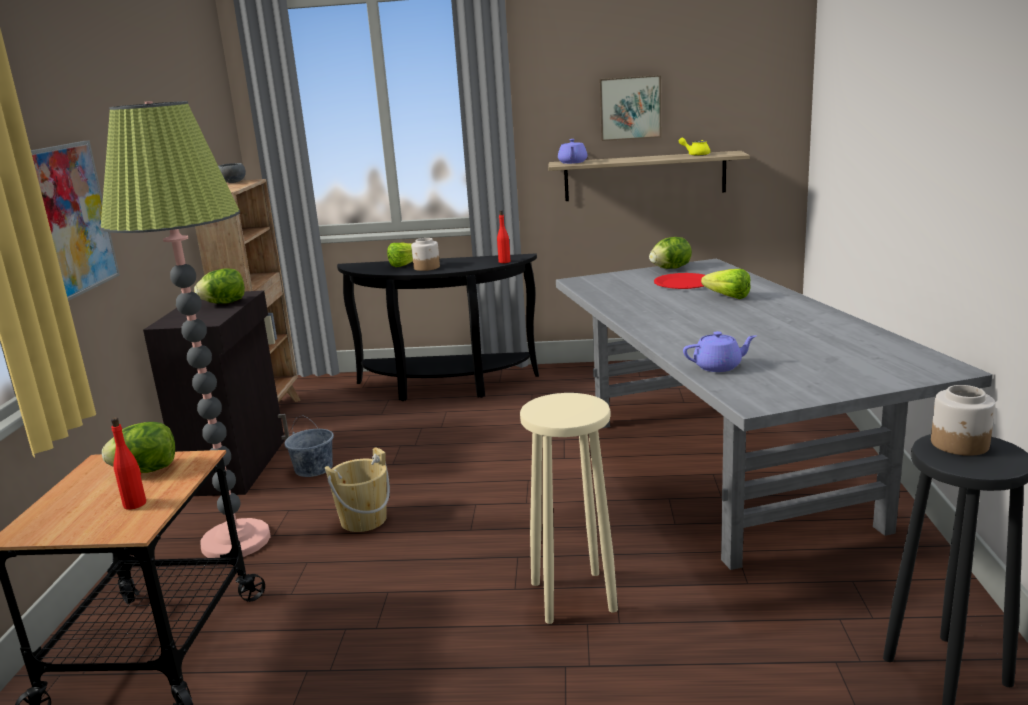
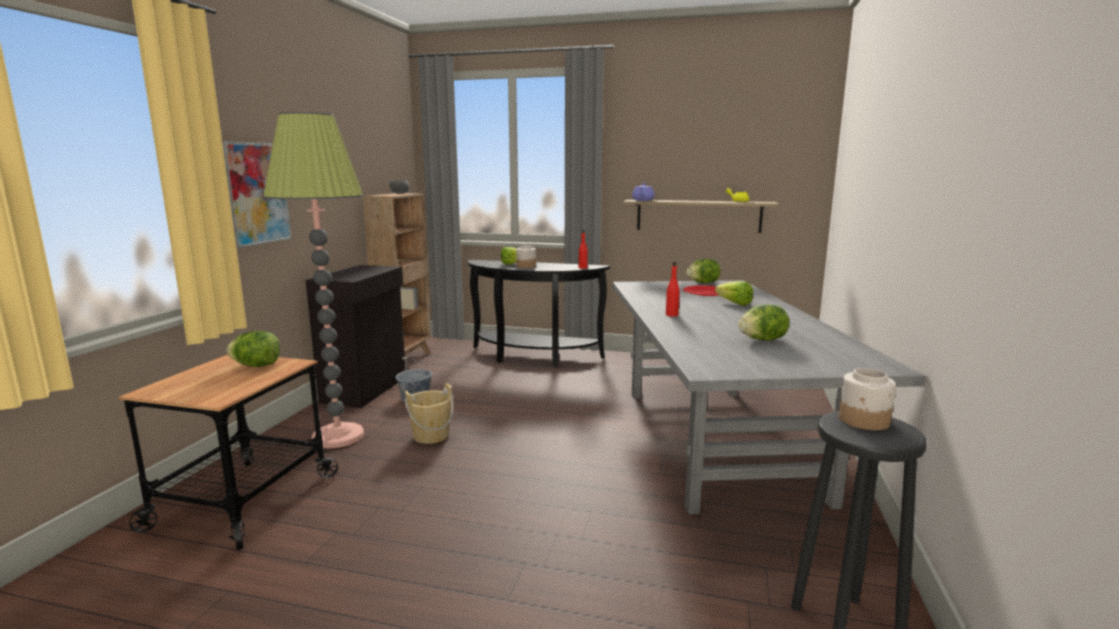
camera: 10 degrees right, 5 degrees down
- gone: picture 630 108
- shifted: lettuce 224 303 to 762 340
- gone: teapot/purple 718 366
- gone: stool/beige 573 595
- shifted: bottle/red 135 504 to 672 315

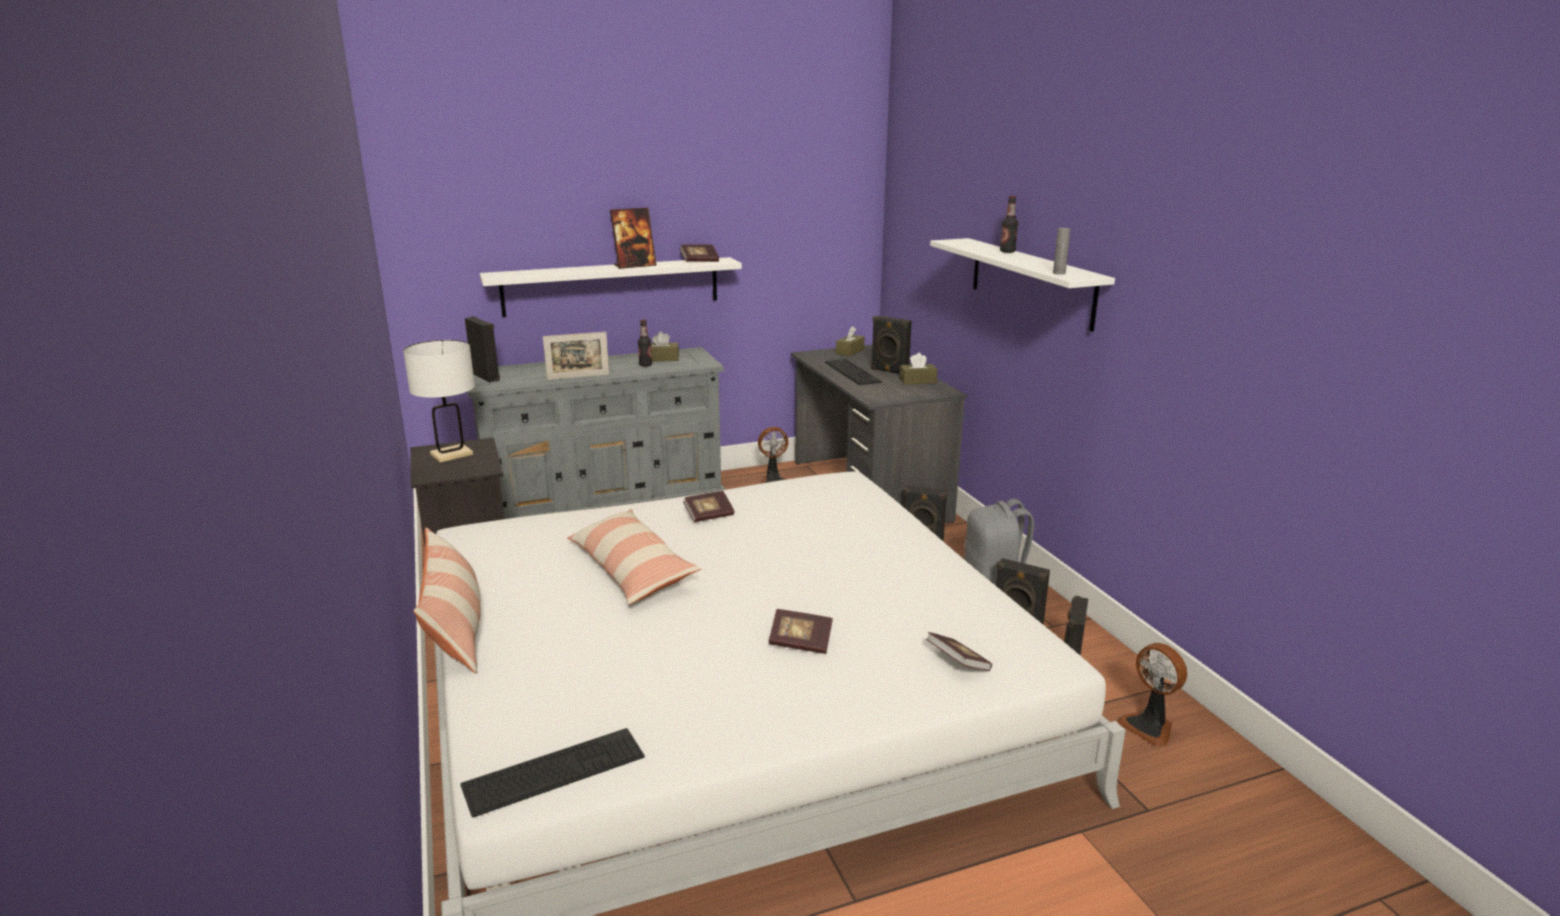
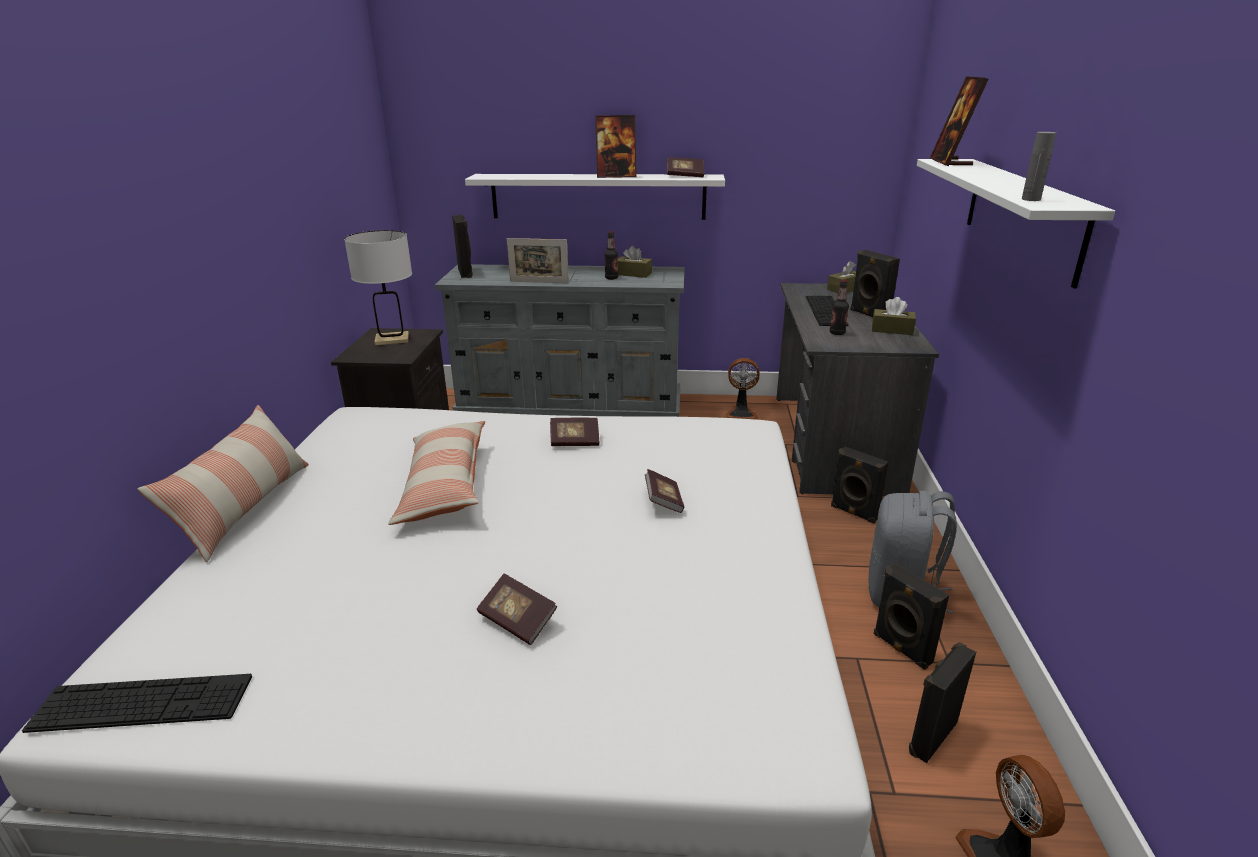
camera: 25 degrees right, 5 degrees up
- shifted: bottle 1007 251 to 837 333
- shifted: book 957 663 to 663 501
- new: picture frame 950 162

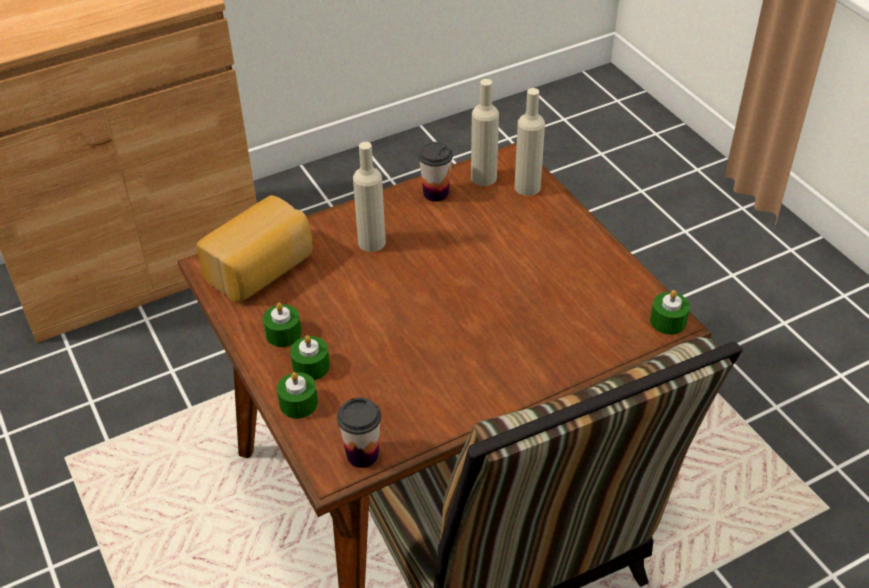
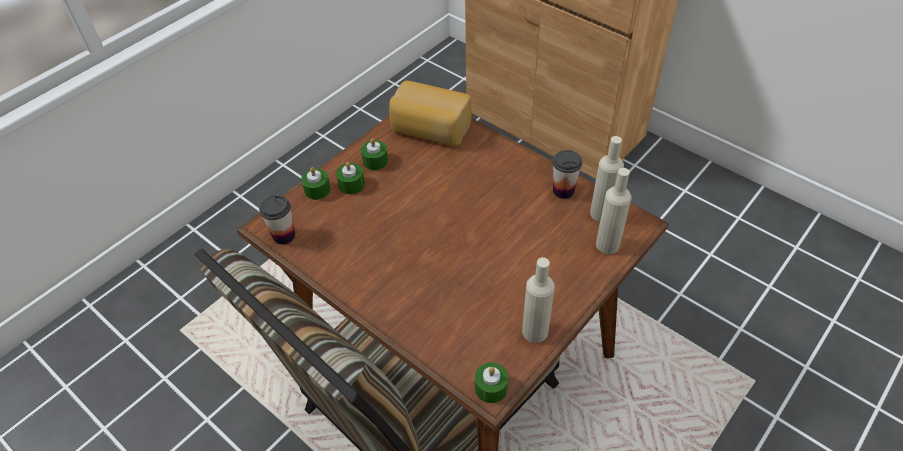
camera: 70 degrees right, 5 degrees up
- shifted: bottle/beige 371 242 to 535 331

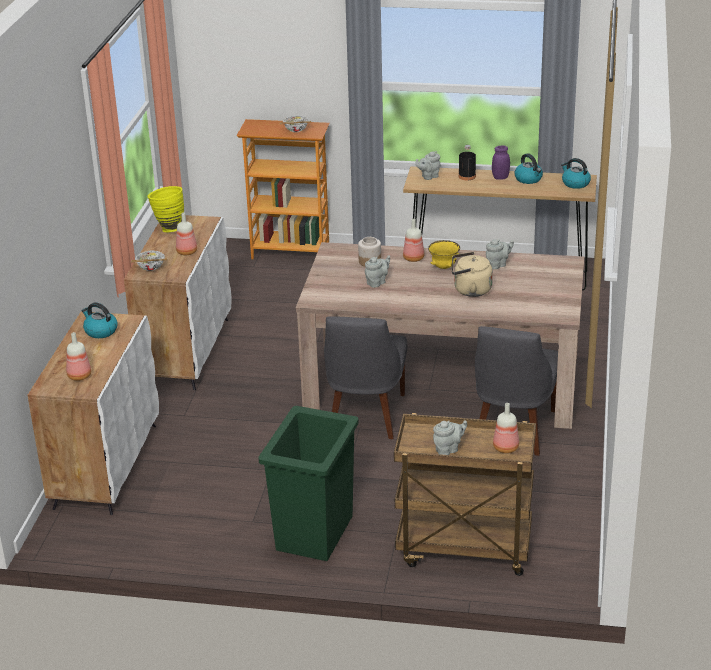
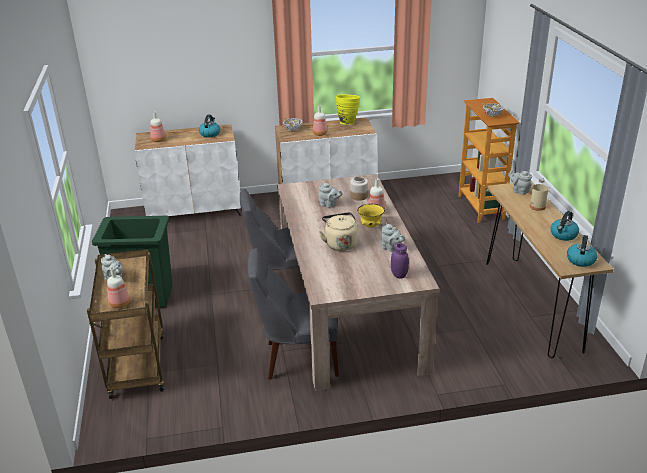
camera: 70 degrees right, 0 degrees up
- repainted: bottle/black 467 176 to bottle/beige 537 206
- shifted: jar/purple 500 177 to 399 275

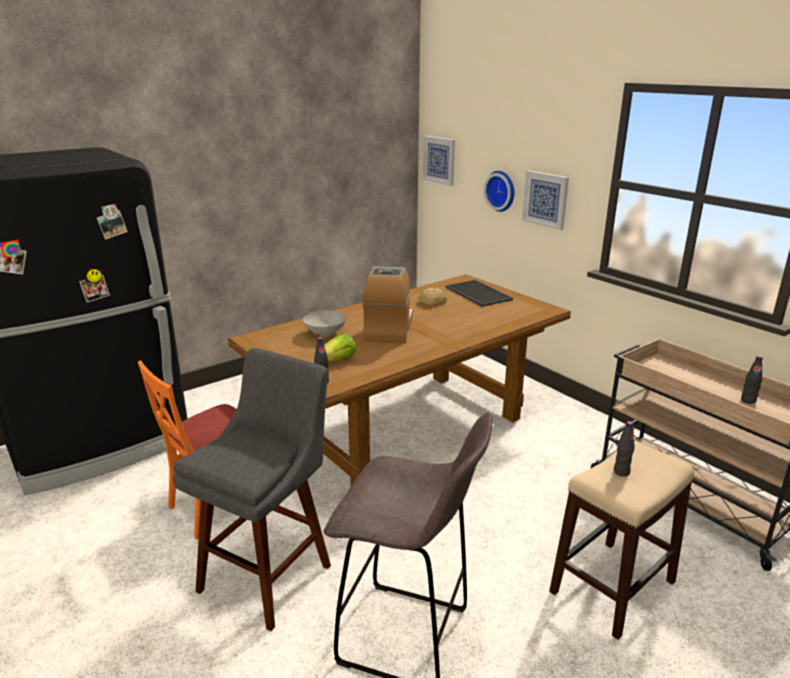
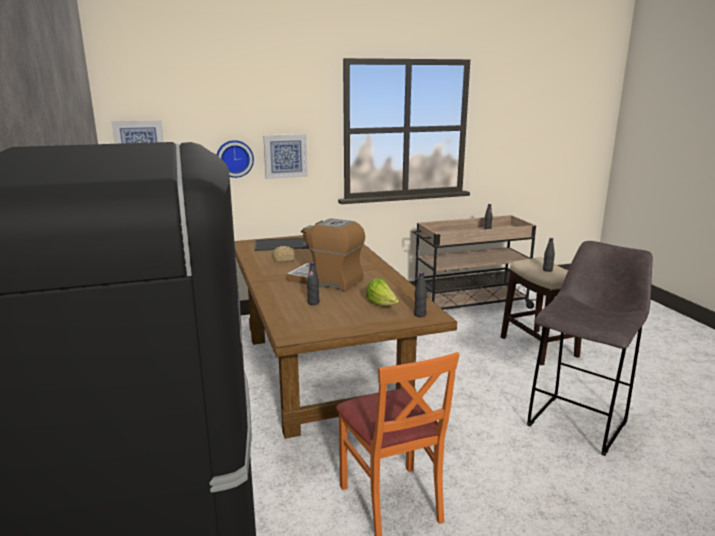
camera: 70 degrees left, 5 degrees down
- swapped: bowl/grey 325 333 to bottle/black 313 303
- gone: stool/grey 269 573

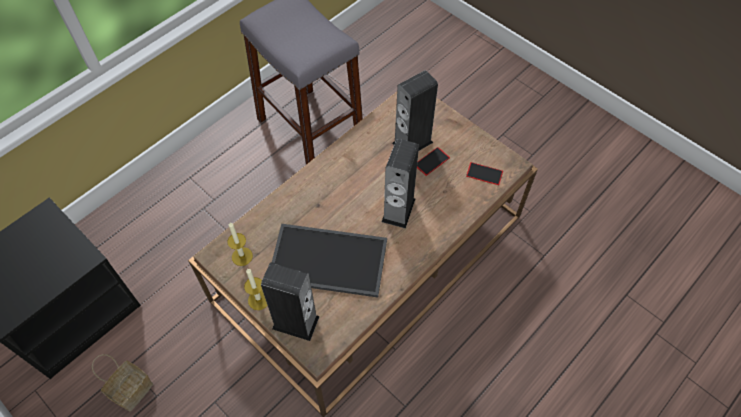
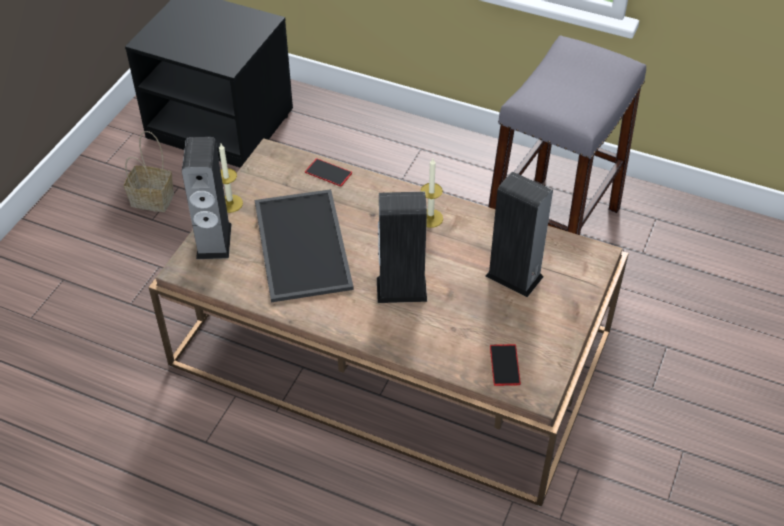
camera: 70 degrees right, 10 degrees down
- shifted: phone 431 161 to 328 172
- shifted: candle 242 256 to 430 218

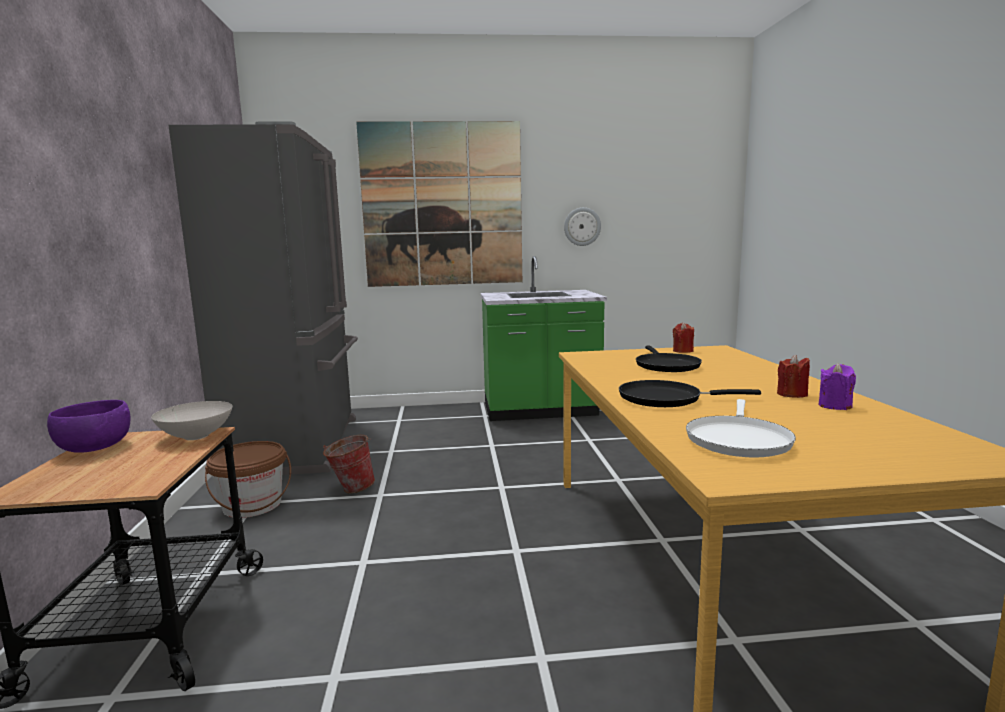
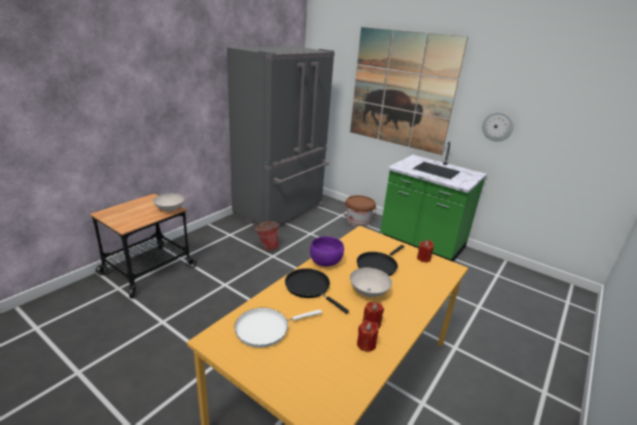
camera: 40 degrees right, 15 degrees up
- repainted: candle/purple 835 406 to candle/red 366 344
- shifted: bowl/purple 94 448 to 325 262
- shifted: bucket/brown 252 505 to 358 222
- new: bowl/white 369 292

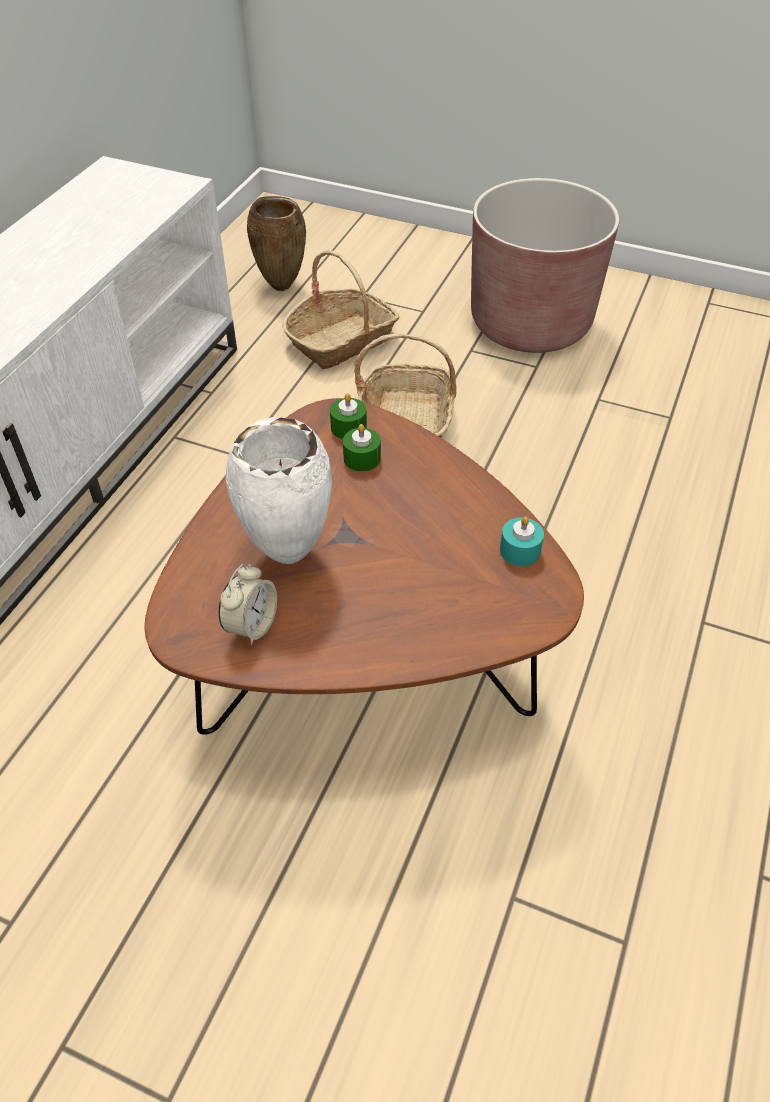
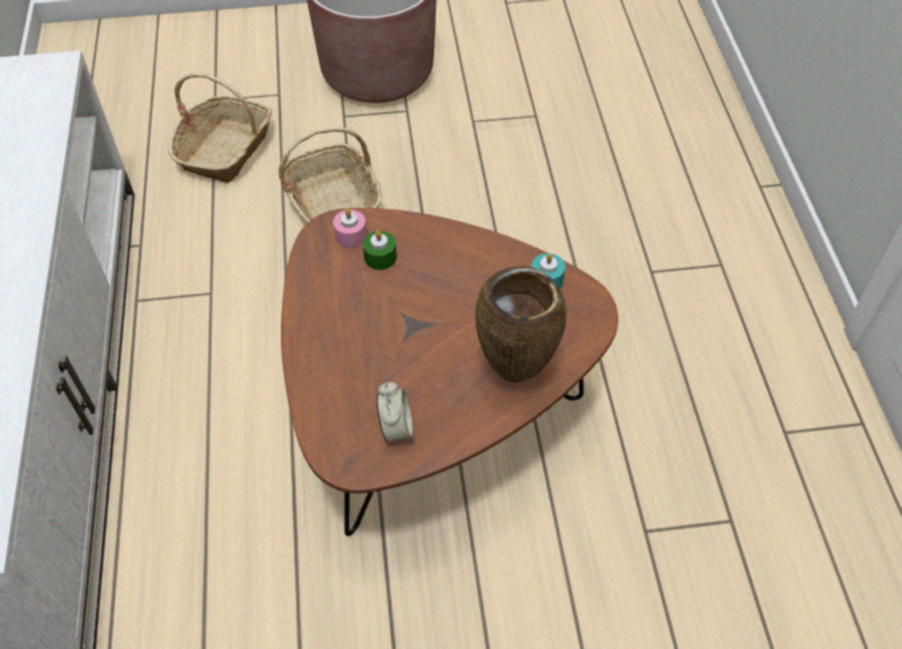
camera: 30 degrees left, 5 degrees up
- shifted: vase/brown 283 287 to 516 371
- repainted: candle/green 348 427 to candle/pink 351 235
- gone: vase/white 286 556

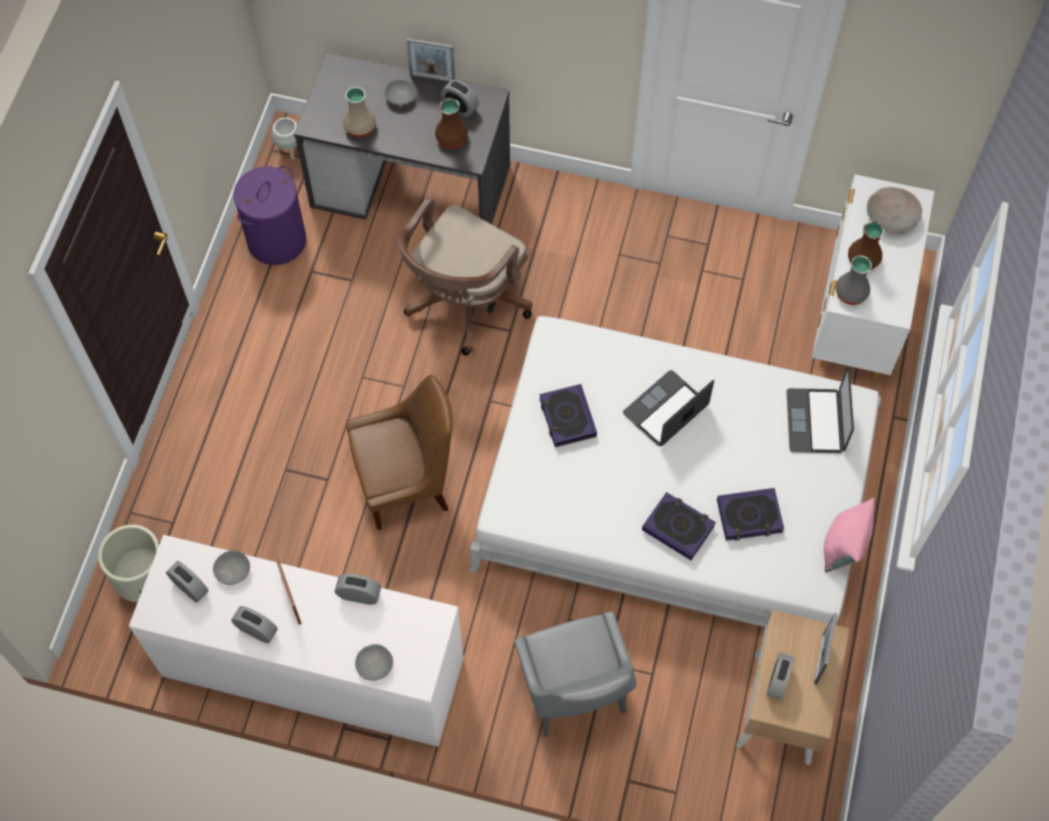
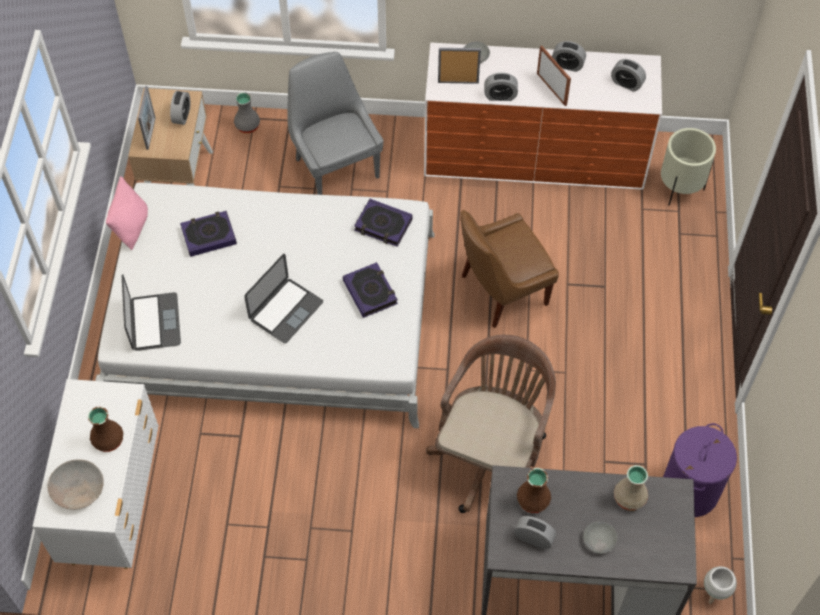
camera: 170 degrees right, 5 degrees down
- shifted: picture frame 432 78 to 458 82
- shifted: vase/grey 851 294 to 247 125
- shifted: book 678 528 to 383 225
- gone: bowl/grey 232 571

